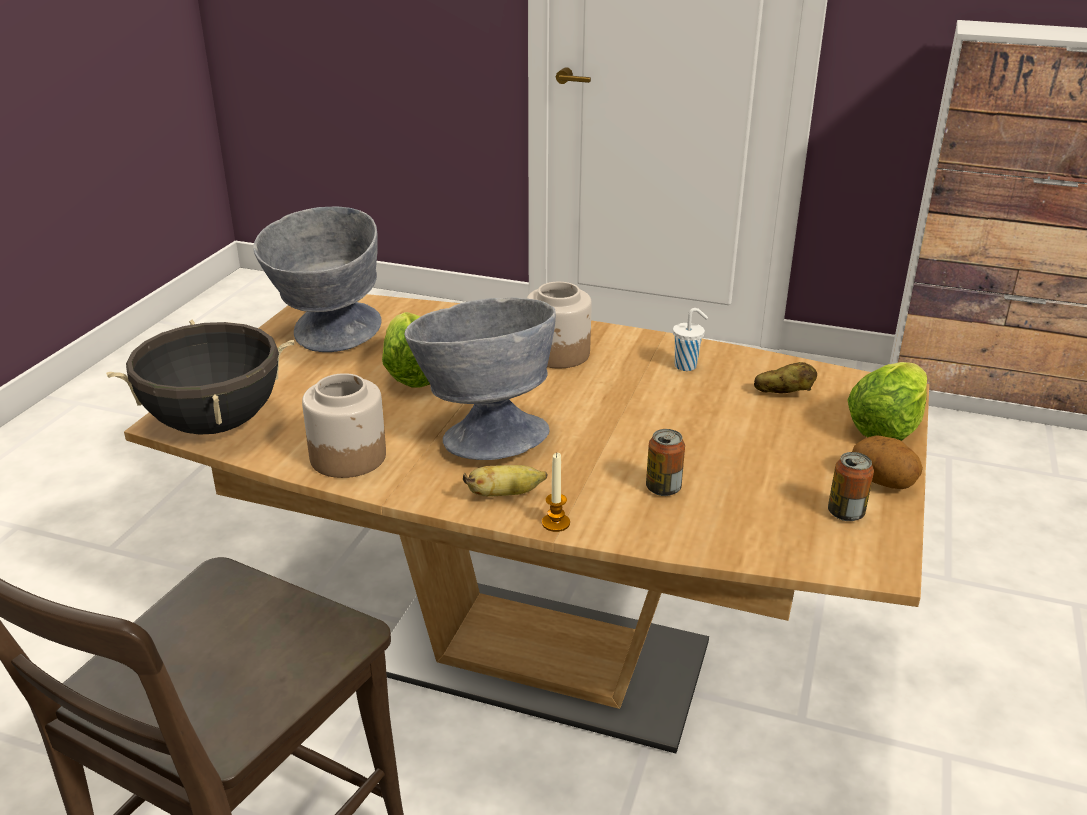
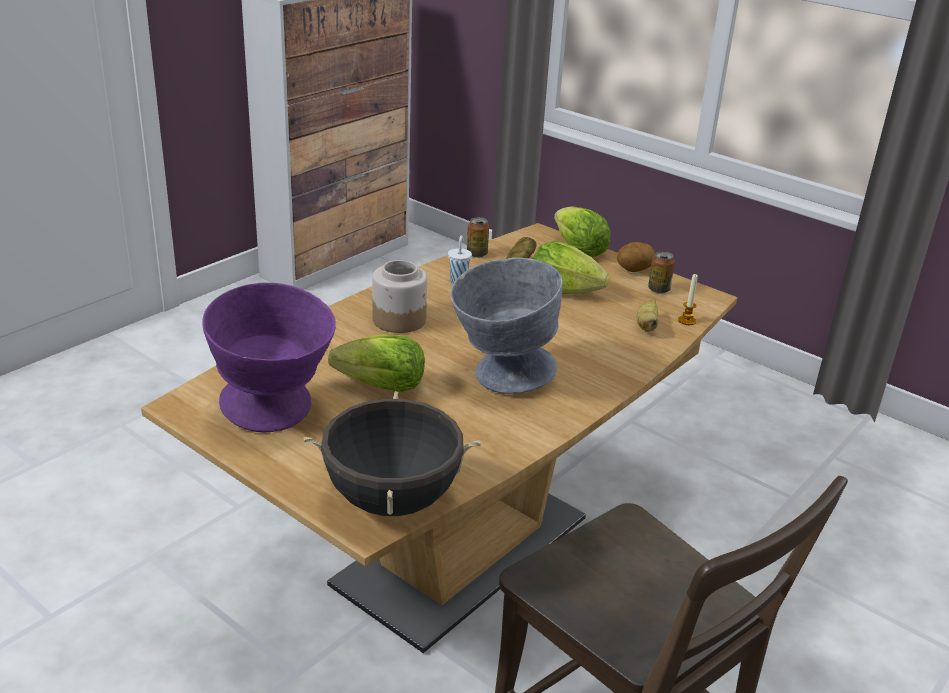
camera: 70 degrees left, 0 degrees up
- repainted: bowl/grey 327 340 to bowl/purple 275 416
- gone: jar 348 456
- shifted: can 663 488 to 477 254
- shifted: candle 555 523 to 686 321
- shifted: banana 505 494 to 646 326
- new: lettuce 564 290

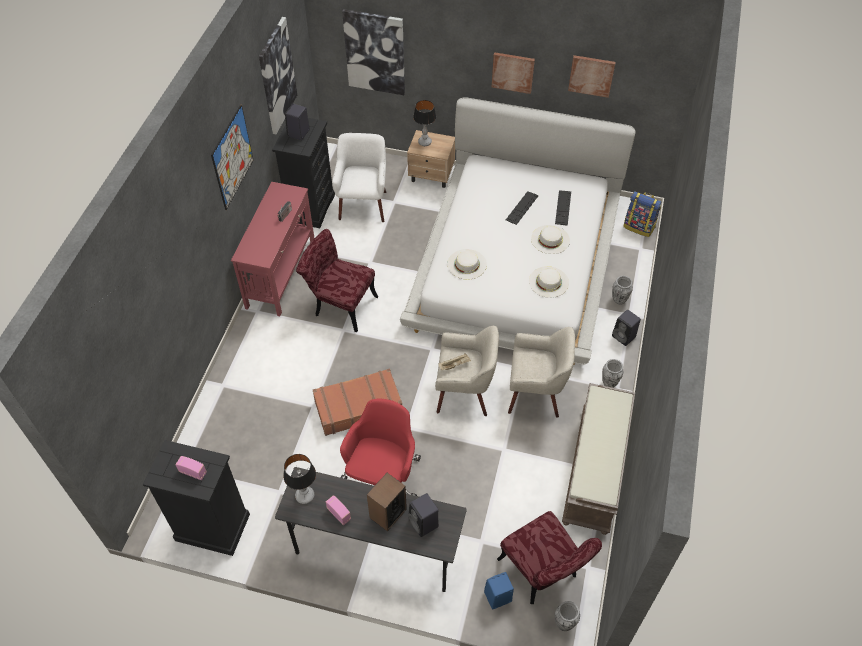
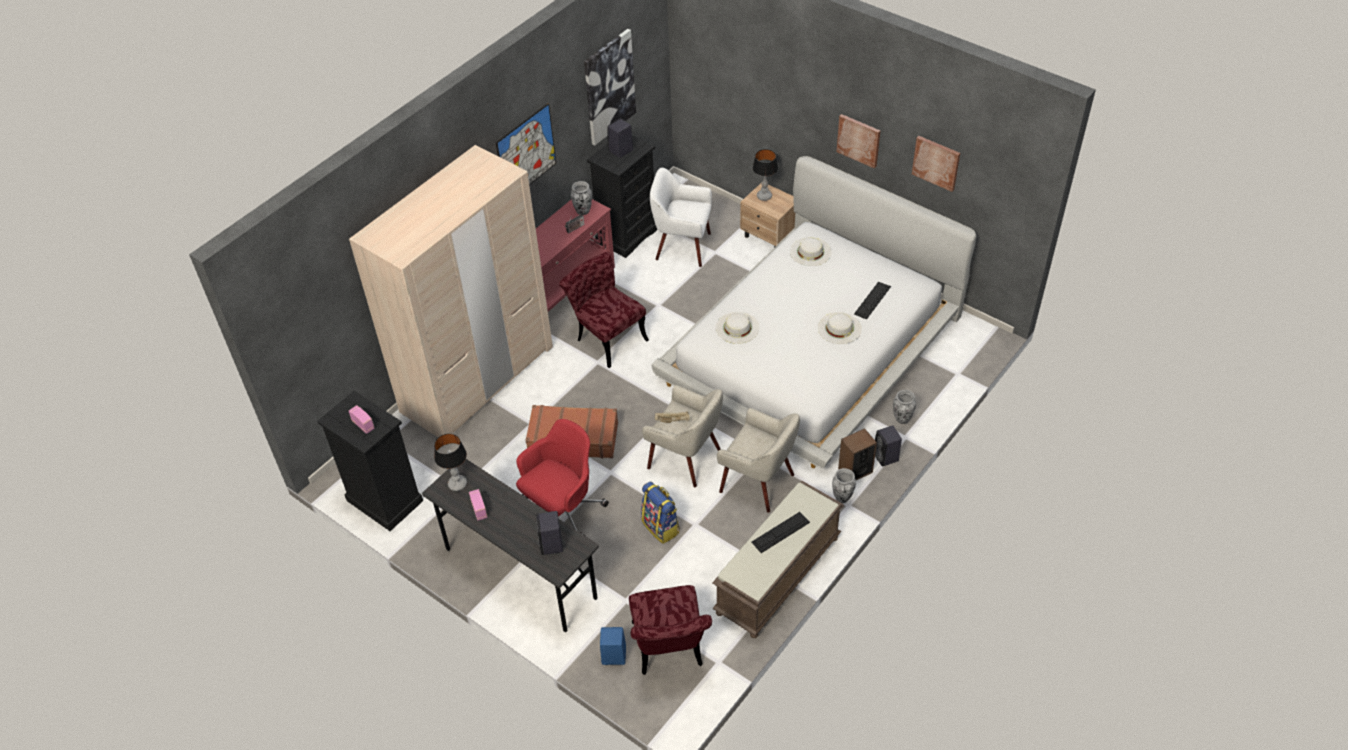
camera: 25 degrees right, 5 degrees down
- gone: picture 375 52
- rotated: armchair/white 363 205 = 682 246 105 degrees counterclockwise
- shifted: keyboard 522 207 to 780 532
- shifted: backpack 639 227 to 661 527
- shifted: hat/white 548 282 to 810 251
- shifted: speaker 387 513 to 855 470
- shifted: vase 564 624 to 583 211
- new: wardrobe/beige 478 379

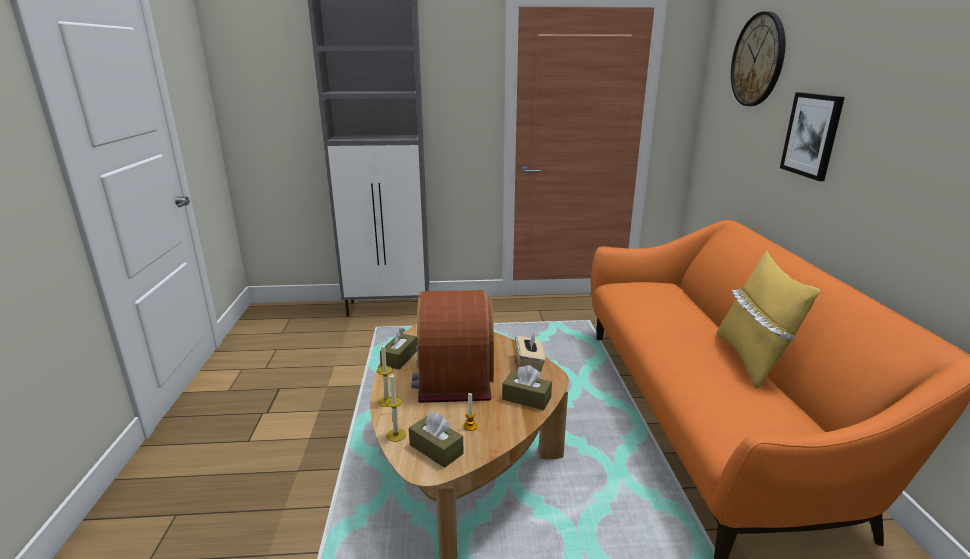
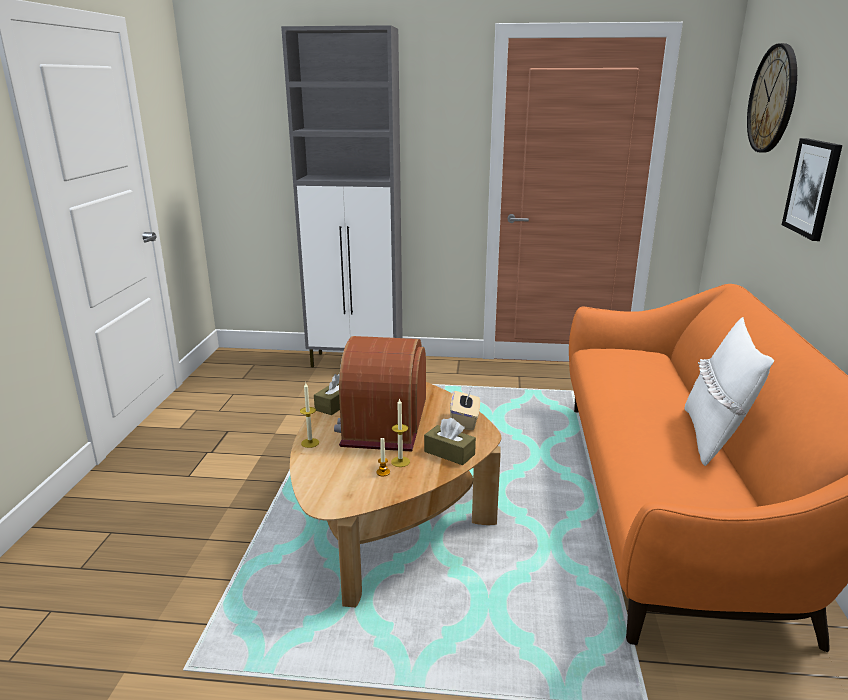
camera: 10 degrees right, 0 degrees up
- repainted: pillow/yellow 751 359 to pillow/white 713 437
- shifted: candle 396 435 to 400 462
- gone: tissue box/brown 436 449

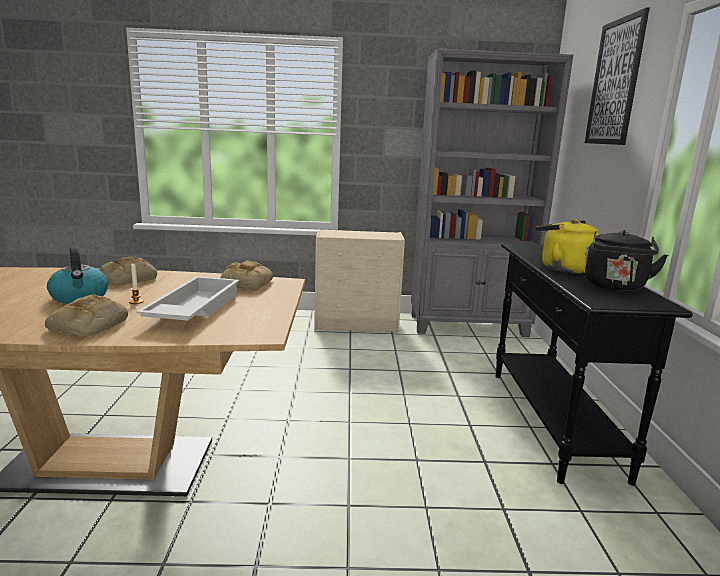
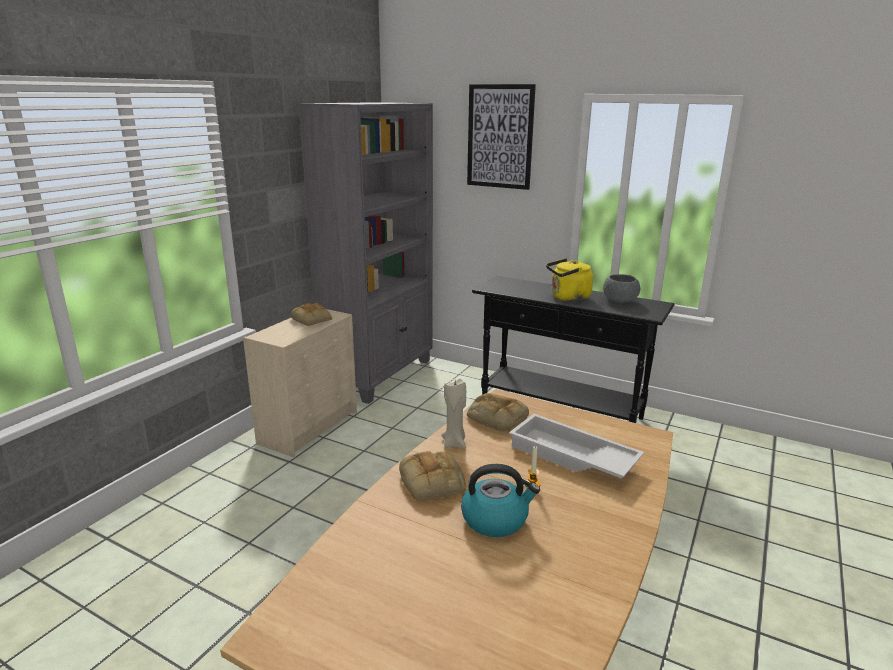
camera: 60 degrees left, 5 degrees up
- swapped: kettle/black 615 287 to bowl/grey 619 301
- shifted: bread 89 325 to 312 319
- new: candle/beige 455 443

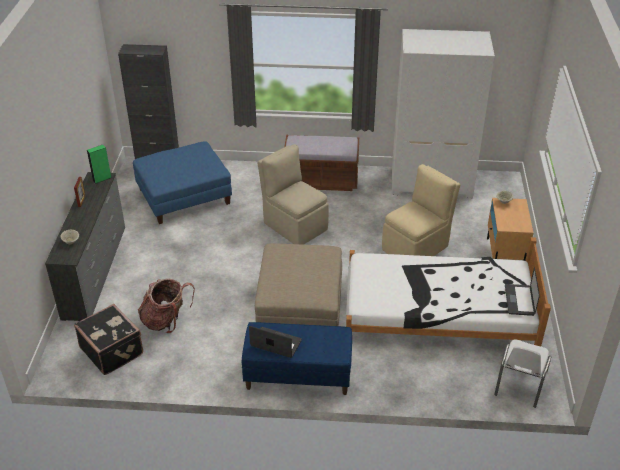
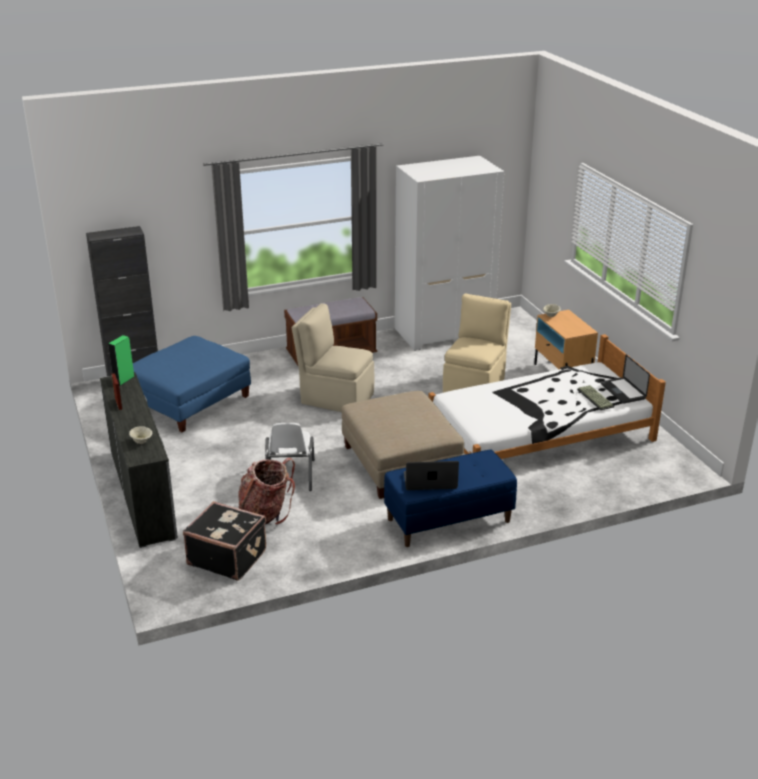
camera: 25 degrees left, 10 degrees down
- shifted: chair/white 520 383 to 290 476
- new: keyboard 594 398

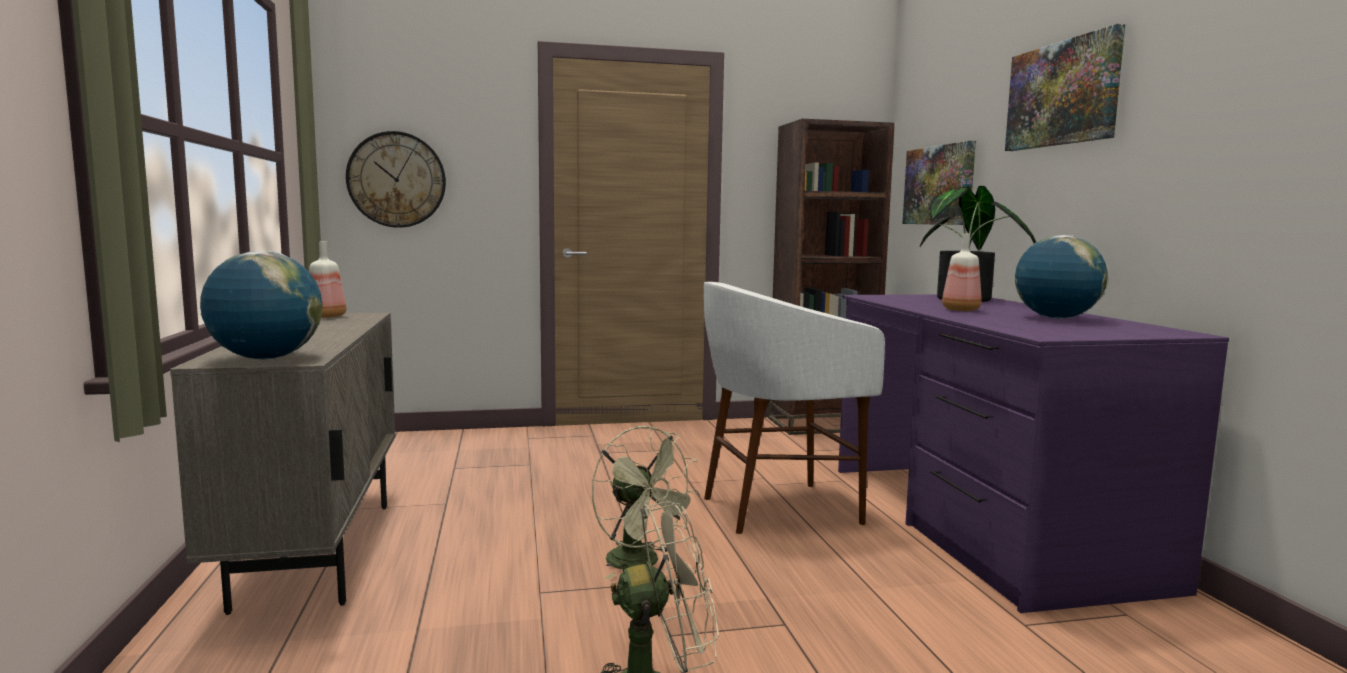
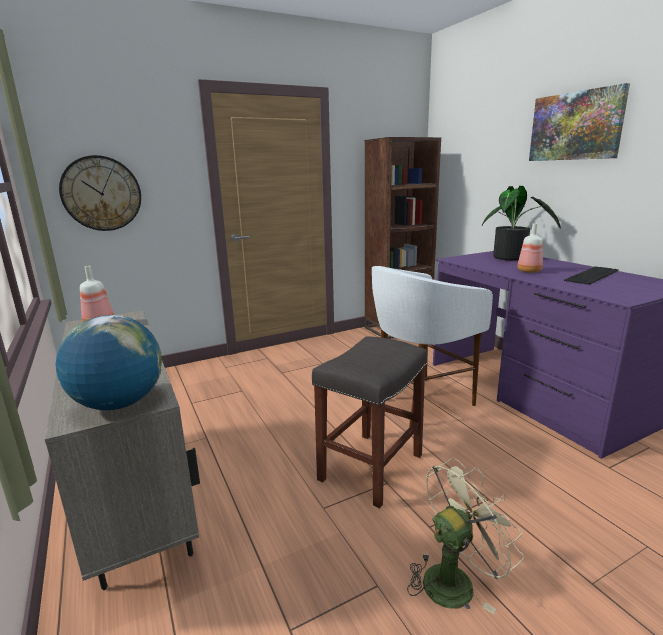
camera: 15 degrees left, 10 degrees up
- gone: picture 939 185
- swapped: globe 1056 318 to keyboard 592 275
- swapped: fan/green 642 563 to stool/grey 371 466

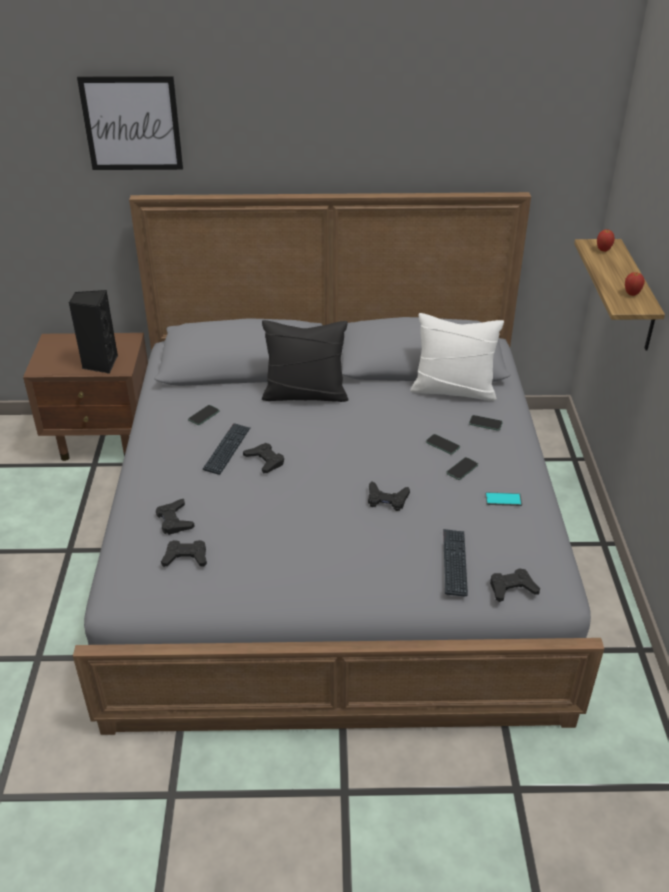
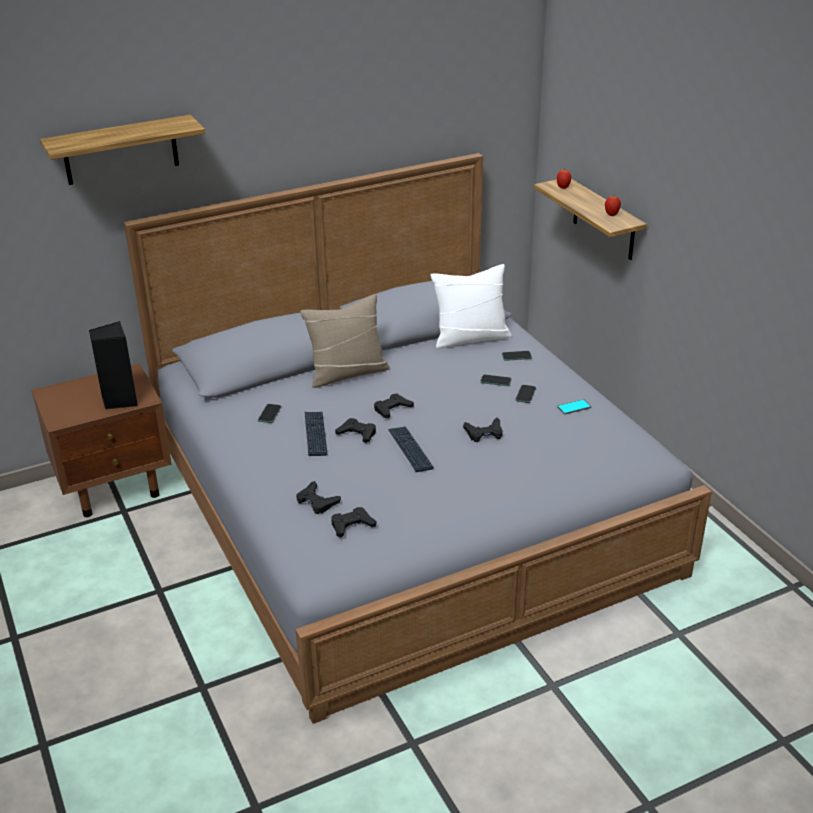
camera: 25 degrees left, 5 degrees down
- swapped: picture 132 123 to shelf 120 150
- repainted: pillow/black 305 394 to pillow/beige 347 373
- shifted: keyboard 454 563 to 410 450
- shifted: game controller/black 512 588 to 392 409

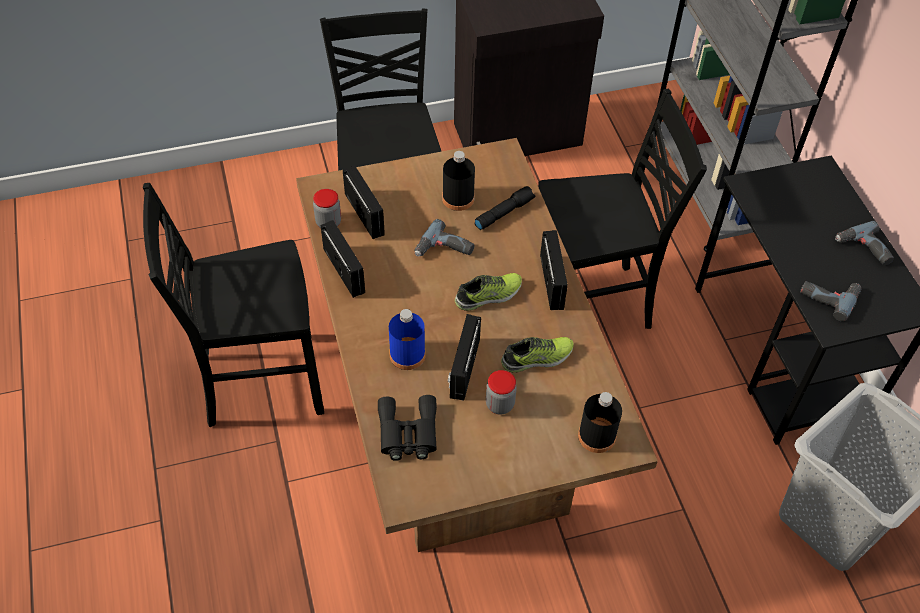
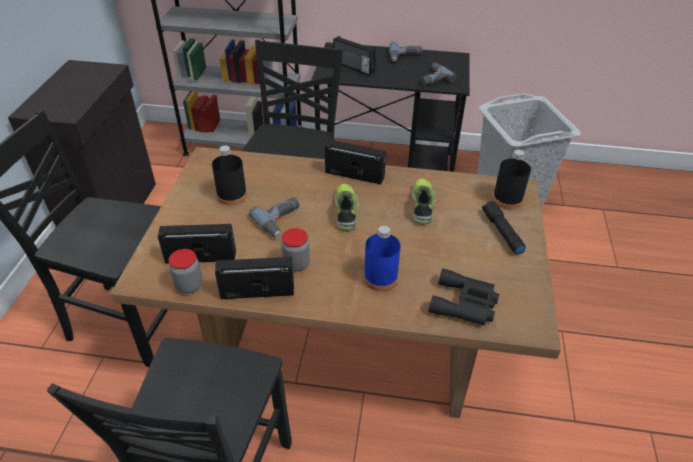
camera: 65 degrees left, 10 degrees down
- shifted: flashlight/black 504 212 to 501 232
- shifted: radio 463 368 to 353 67
- shifted: jar 500 404 to 296 264

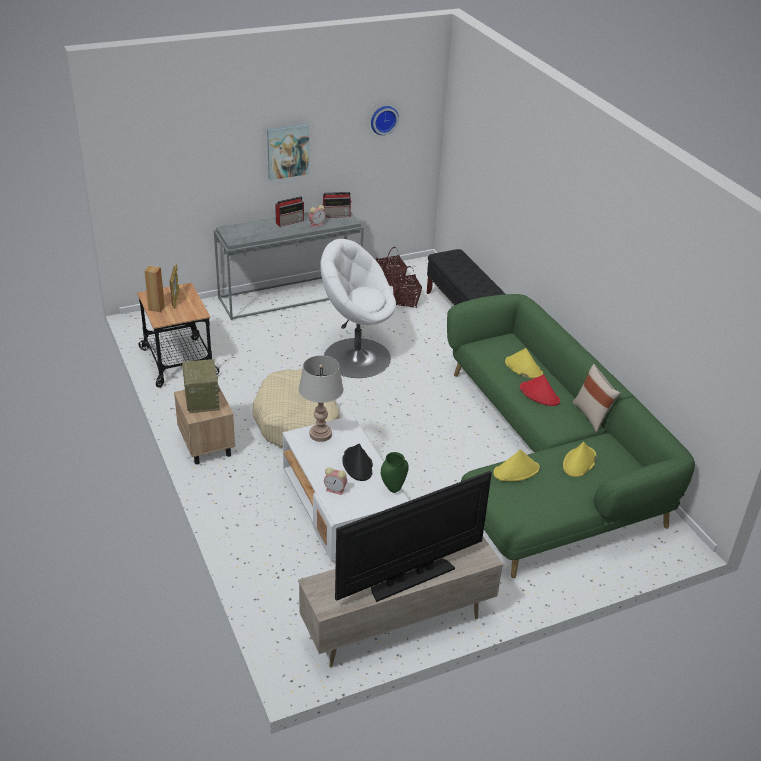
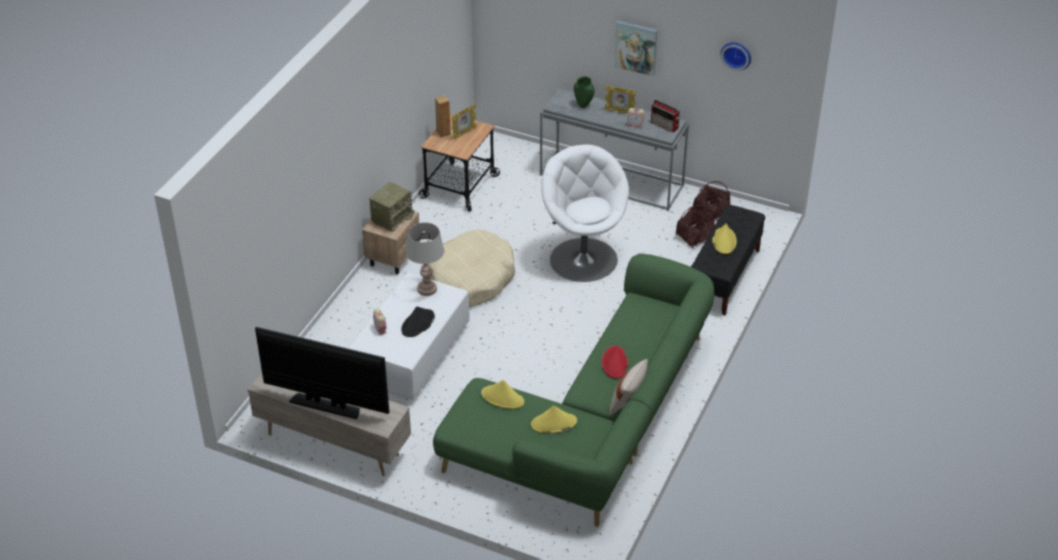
camera: 50 degrees right, 5 degrees up
- swapped: radio 290 221 to picture frame 619 112
- shifted: hat/yellow 523 368 to 724 241
- shifted: vase/green 393 489 to 583 106

